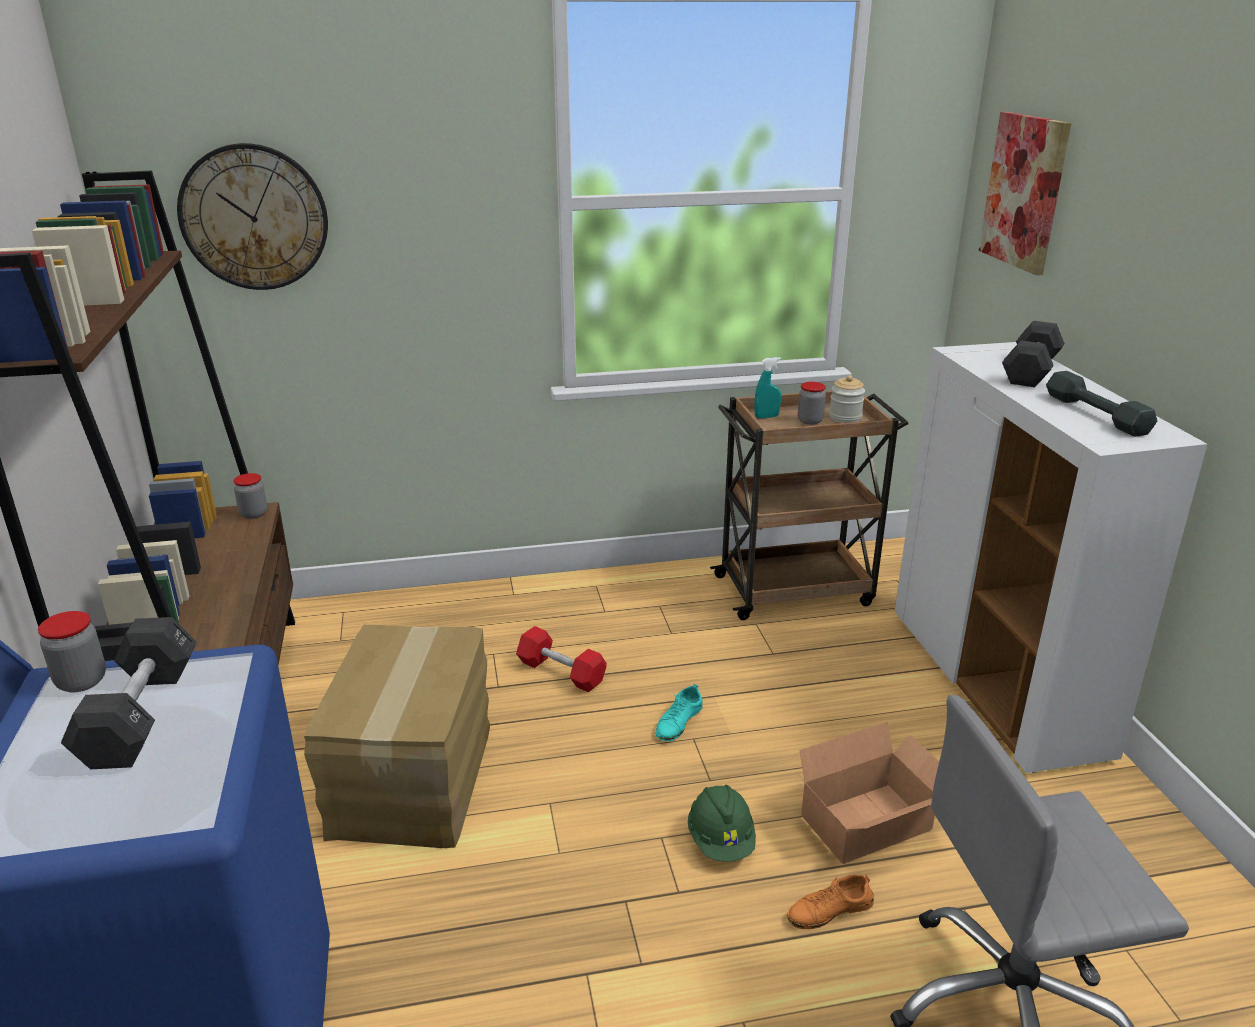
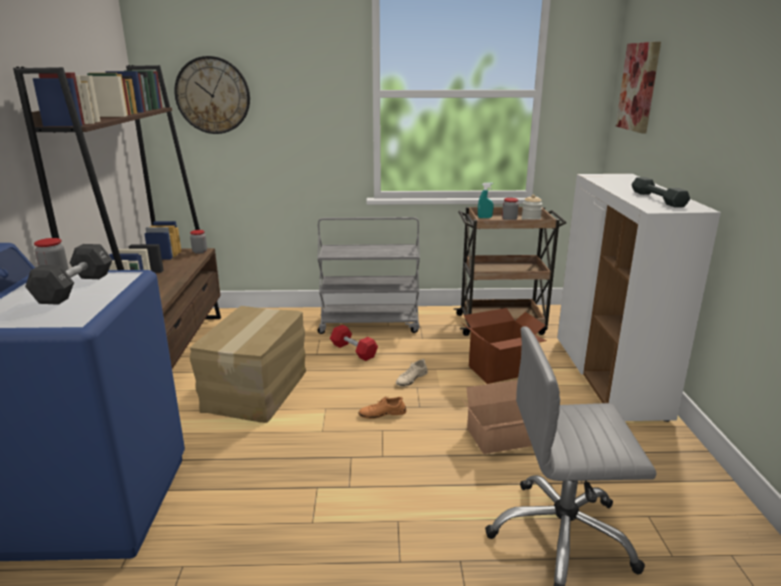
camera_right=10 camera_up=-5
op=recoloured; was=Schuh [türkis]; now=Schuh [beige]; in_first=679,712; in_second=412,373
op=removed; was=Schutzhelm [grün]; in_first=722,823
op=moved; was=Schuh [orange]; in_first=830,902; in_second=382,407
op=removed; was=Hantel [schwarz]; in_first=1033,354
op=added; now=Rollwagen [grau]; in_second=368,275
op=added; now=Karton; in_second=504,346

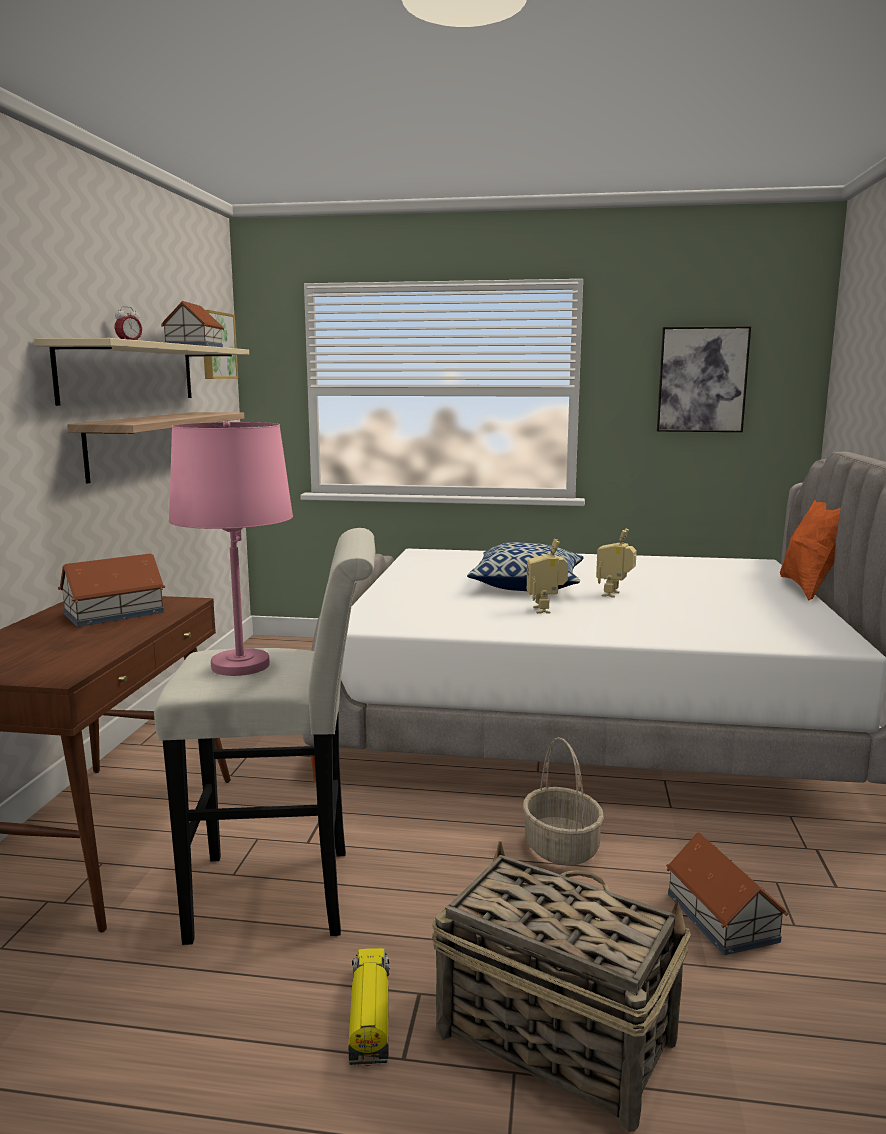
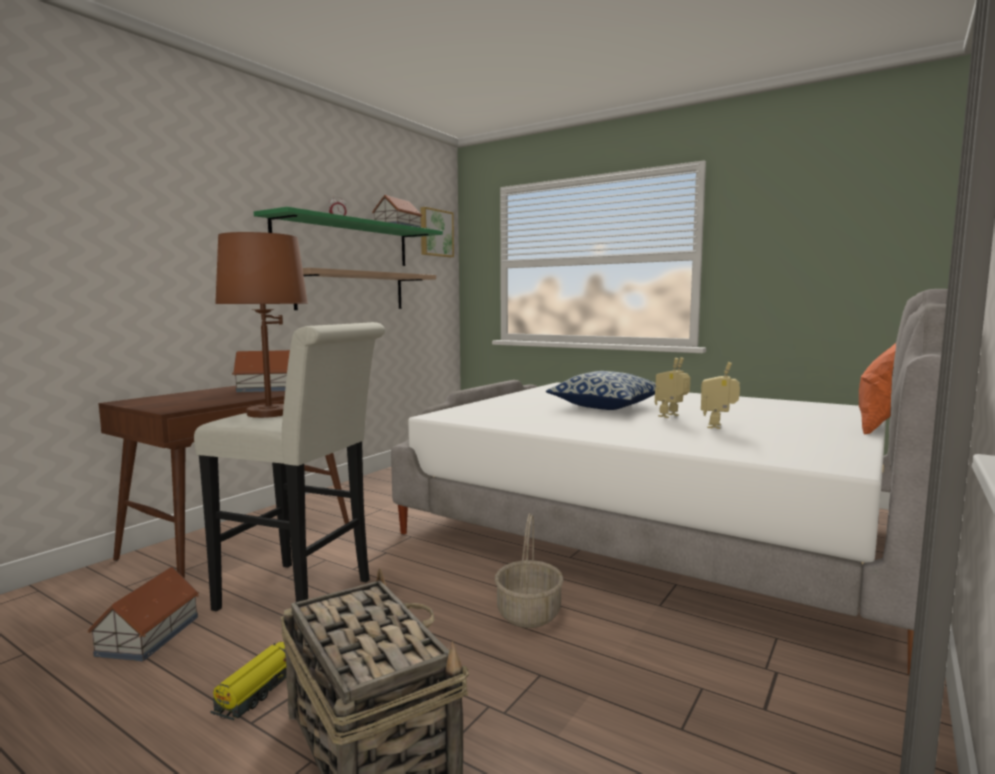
camera_right=25 camera_up=-5
op=recoloured; was=Wandregal [beige]; now=Wandregal [grün]; in_first=141,372; in_second=348,236
op=recoloured; was=Tischlampe [rosa]; now=Tischlampe [braun]; in_first=231,548; in_second=261,325
op=moved; was=Spielzeugroboter; in_first=547,576; in_second=720,395
op=removed; was=Bild; in_first=704,379
op=moved; was=Spielzeughaus; in_first=727,894; in_second=143,614

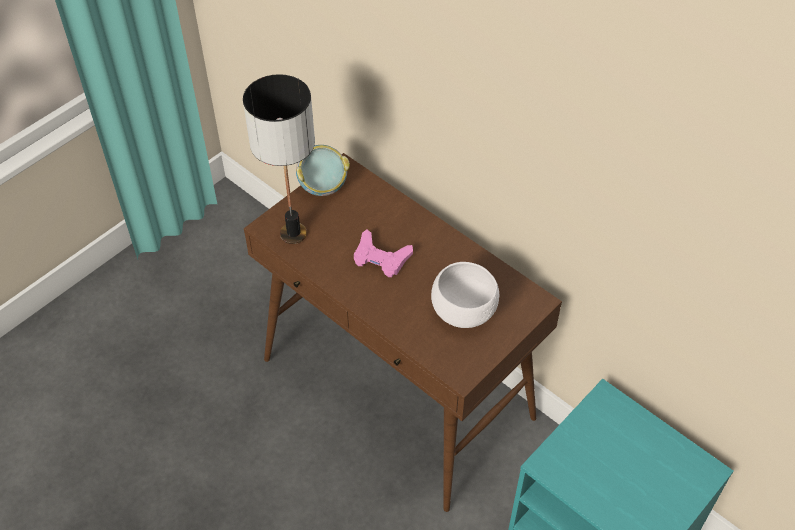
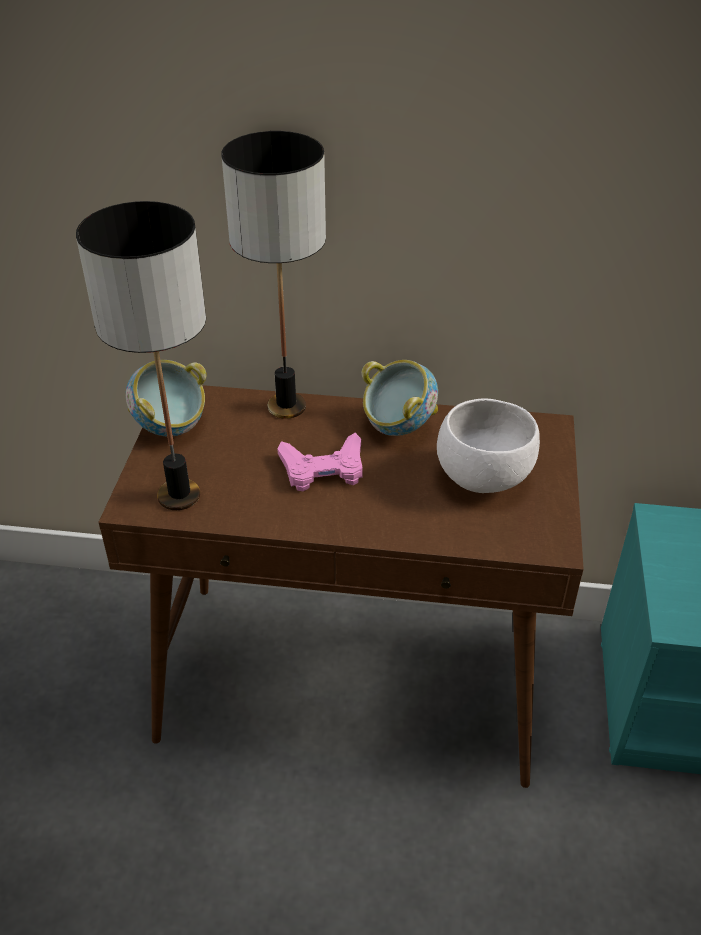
camera_right=-35 camera_up=-10
op=added; now=Tischlampe; in_second=273,275
op=added; now=Schüssel; in_second=399,398

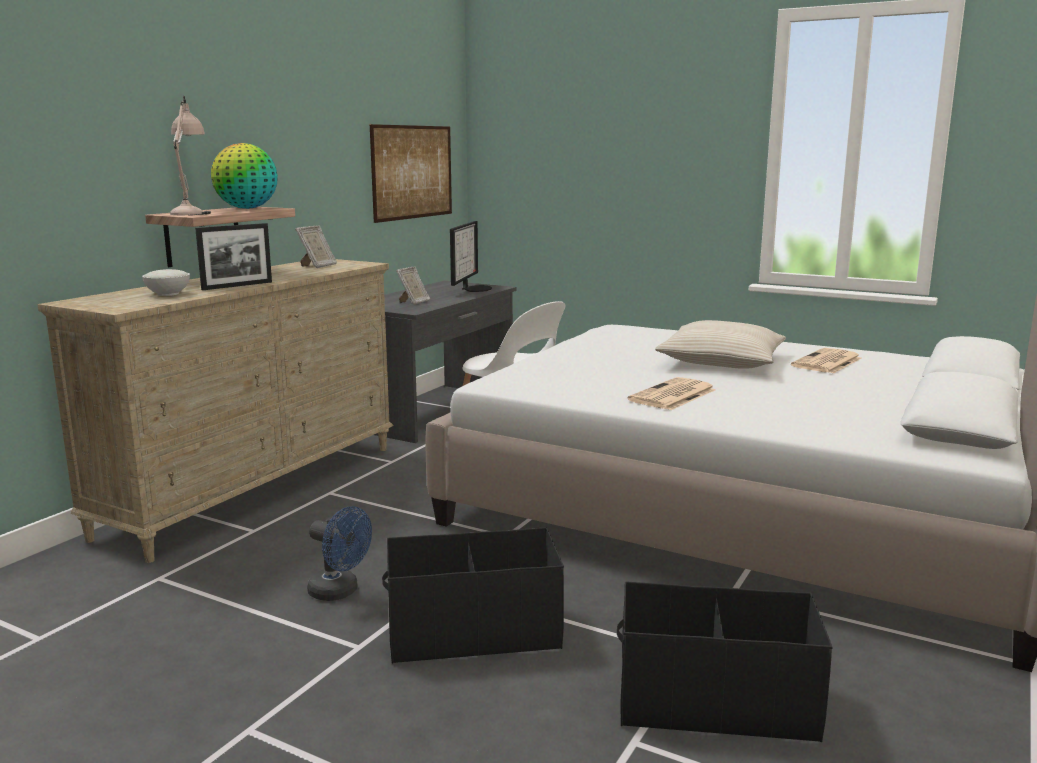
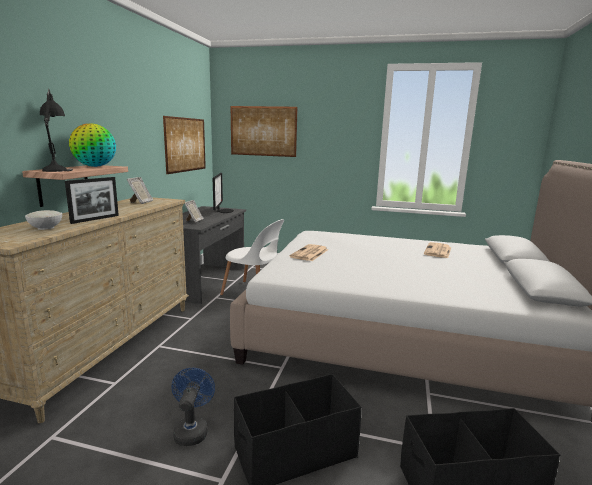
camera_right=-15 camera_up=0
op=recoloured; was=Tischlampe [beige]; now=Tischlampe [schwarz]; in_first=190,155; in_second=56,130
op=turned; was=Ventilator [blau]; in_first=339,553; in_second=193,407; clockwise=-105
op=moved; was=Zeitung; in_first=672,393; in_second=309,252
op=removed; was=Kissen [beige]; in_first=720,344
op=added; now=Bild; in_second=264,131

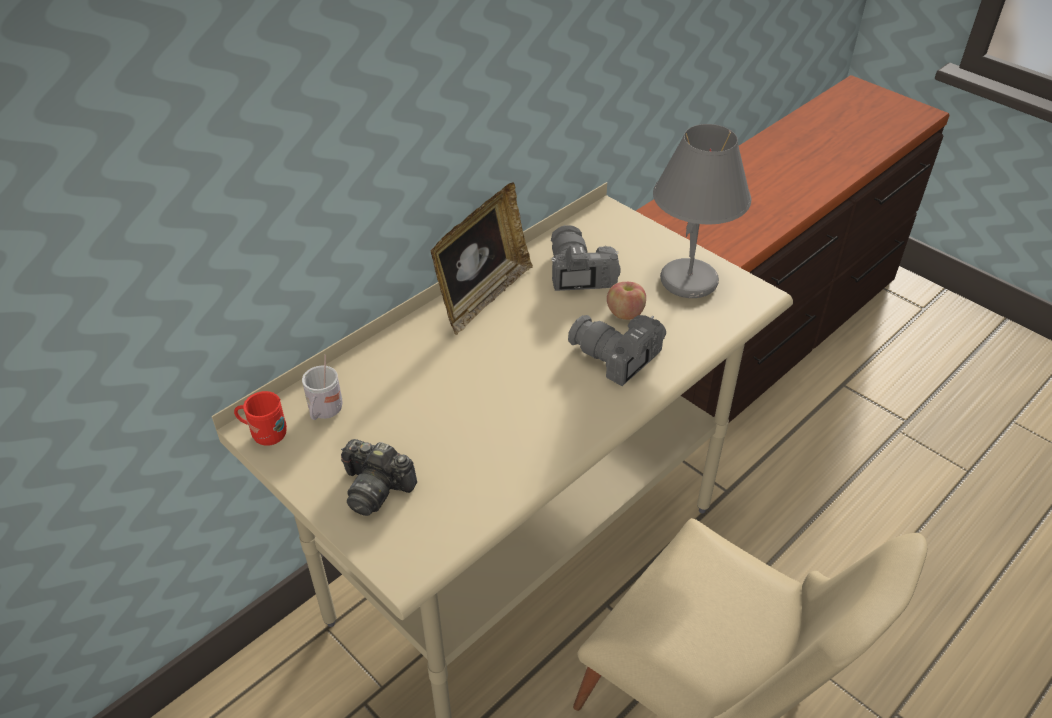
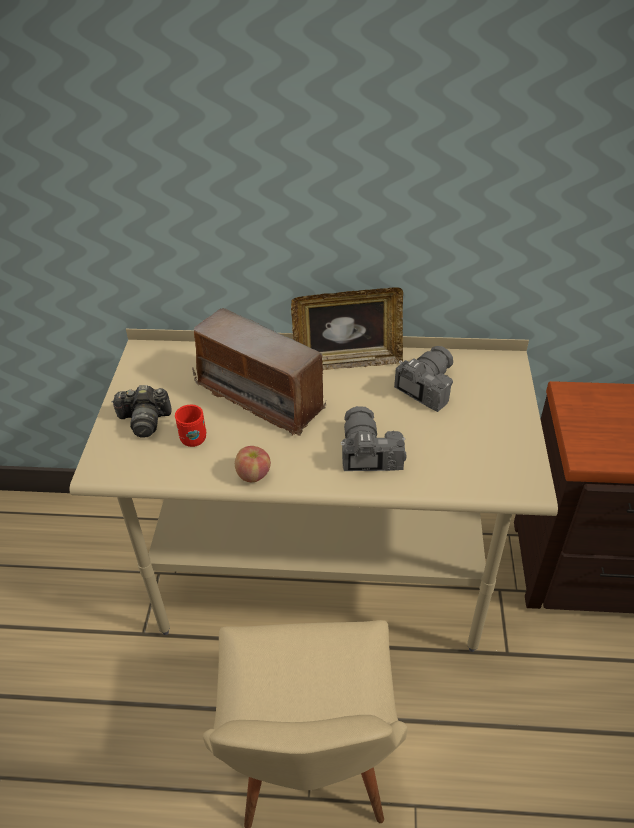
camera_right=50 camera_up=0
op=moved; was=Henkelbecher [rot]; in_first=260,418; in_second=190,426
op=removed; was=Henkelbecher [weiß]; in_first=322,387
op=turned; was=Kamera; in_first=379,477; in_second=142,411; clockwise=-75
op=moved; was=Apfel; in_first=626,301; in_second=253,464
op=removed; was=Tischlampe [grau]; in_first=702,211
op=added; now=Radio; in_second=260,372

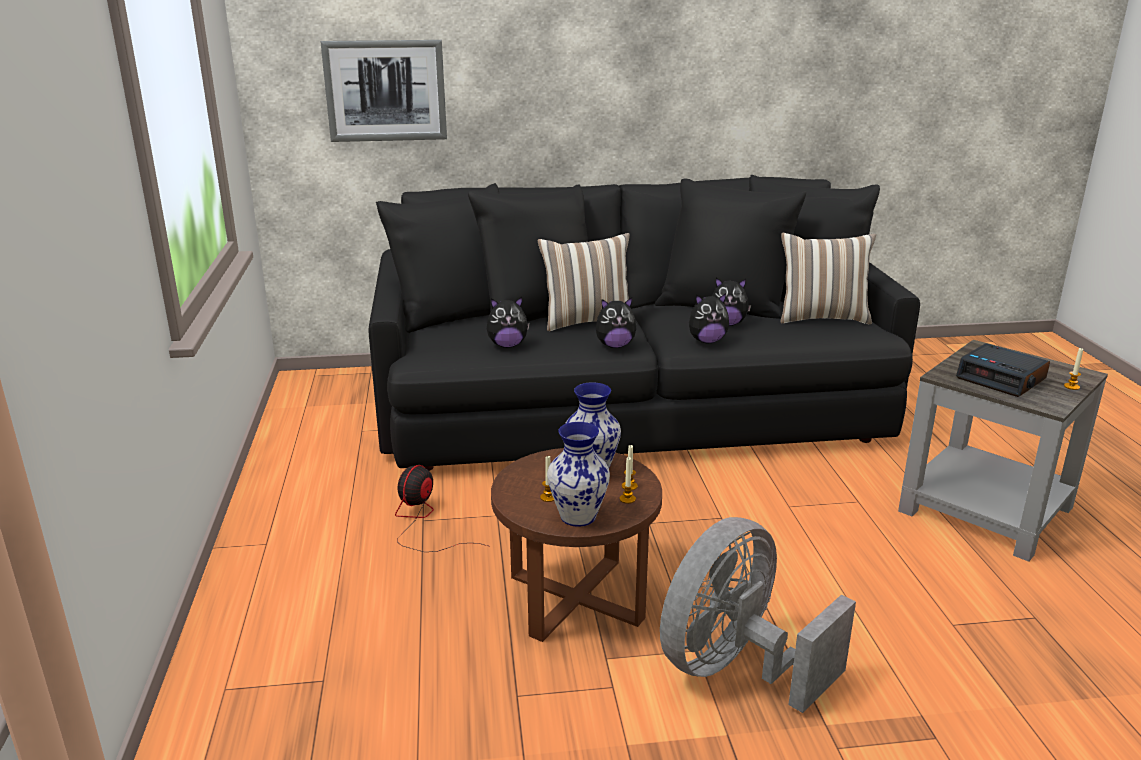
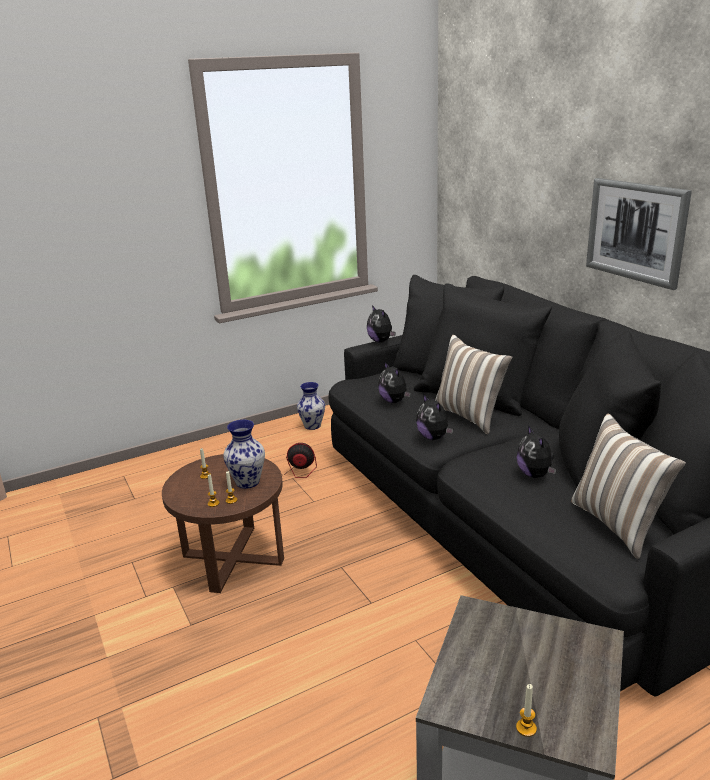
camera_right=70 camera_up=0
op=moved; was=Bild; in_first=383,91; in_second=639,234
op=moved; was=Vase; in_first=578,474; in_second=311,406
op=removed; was=Ventilator [grau]; in_first=758,615
op=moved; was=Plüschtier; in_first=709,318; in_second=381,324
op=removed; was=Wecker; in_first=1003,370

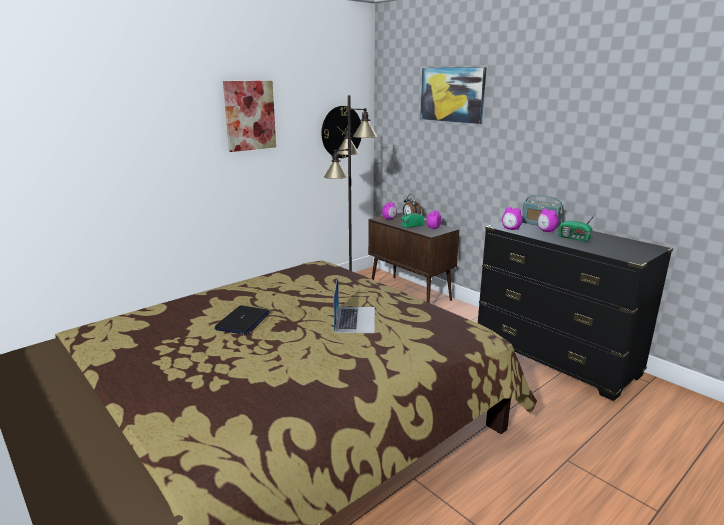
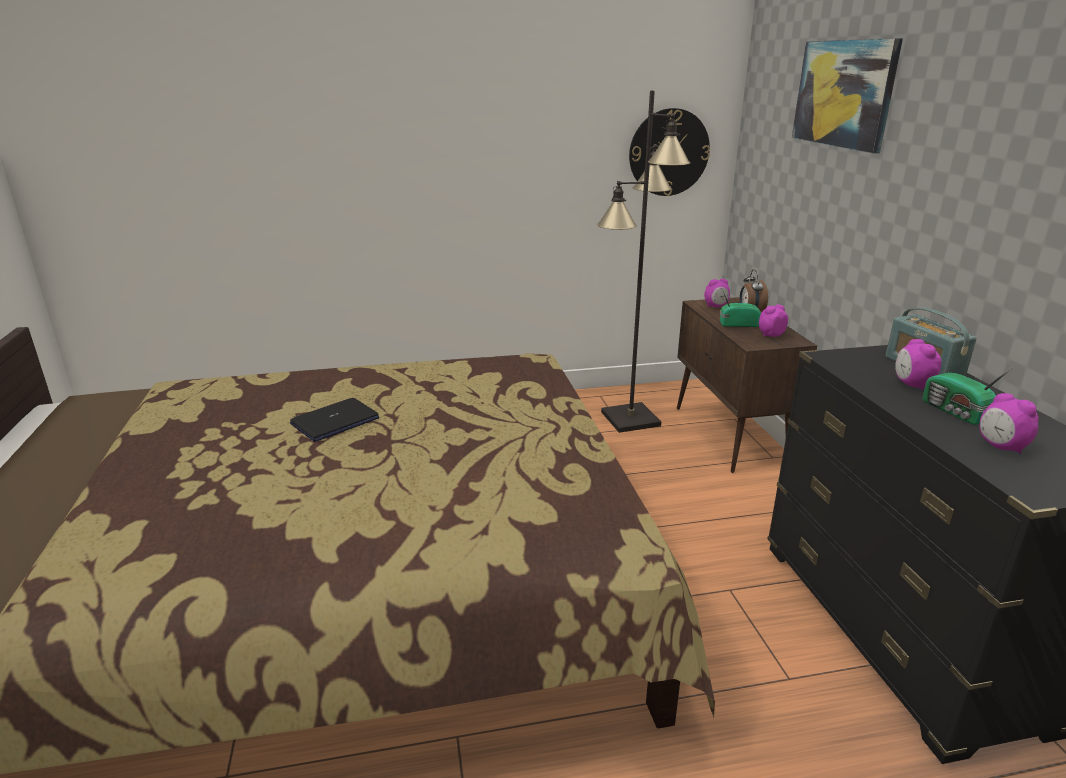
camera_right=30 camera_up=5
op=removed; was=Bild; in_first=249,116
op=removed; was=Laptop; in_first=354,304
op=moved; was=Wecker; in_first=512,218; in_second=1009,423

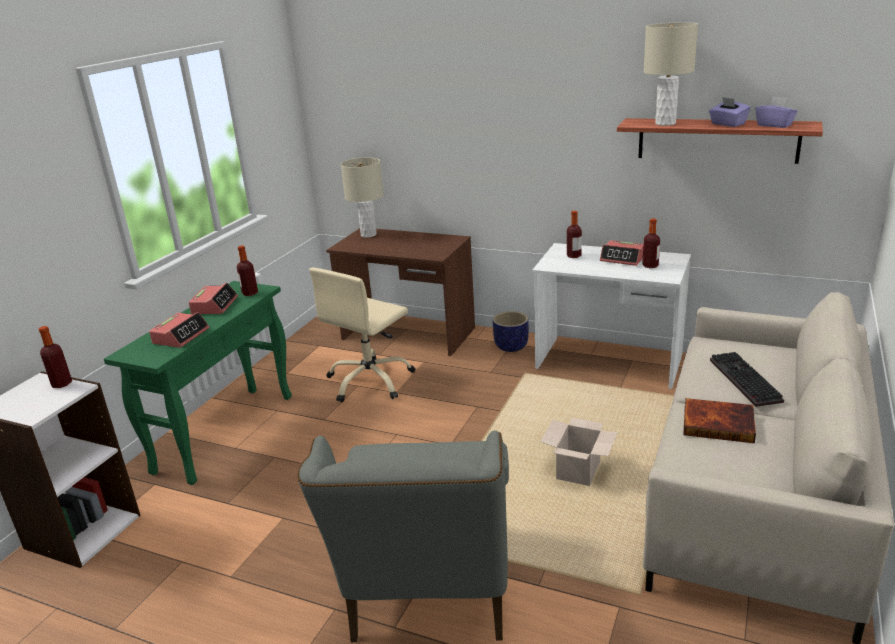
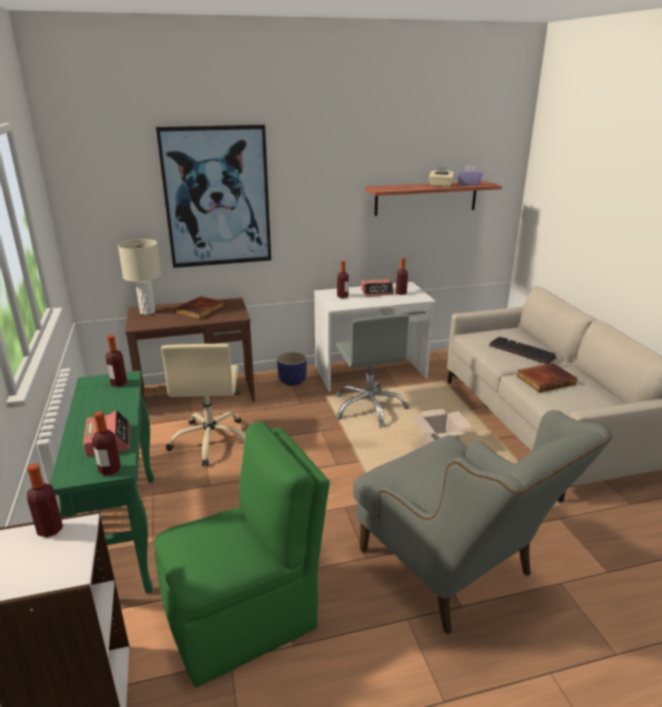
camera_right=-40 camera_up=0
op=removed; was=Wecker; in_first=213,298
op=removed; was=Tischlampe [beige]; in_first=671,74
op=recoloured; was=Taschentuchbox [lila]; now=Taschentuchbox [beige]; in_first=729,112; in_second=442,177
op=added; now=Flasche; in_second=106,443
op=added; now=Stuhl [grün]; in_second=242,554
op=added; now=Bild; in_second=213,196
op=added; now=Buch; in_second=200,308
op=added; now=Bürostuhl [grau]; in_second=372,371

